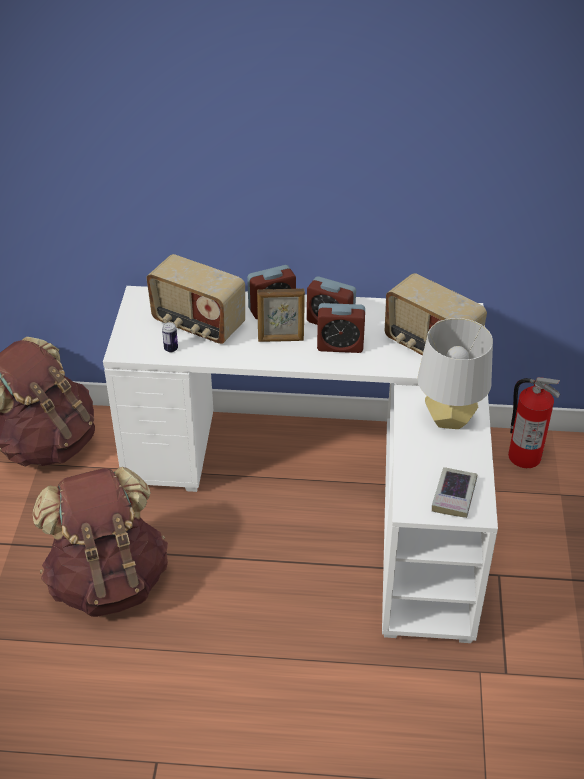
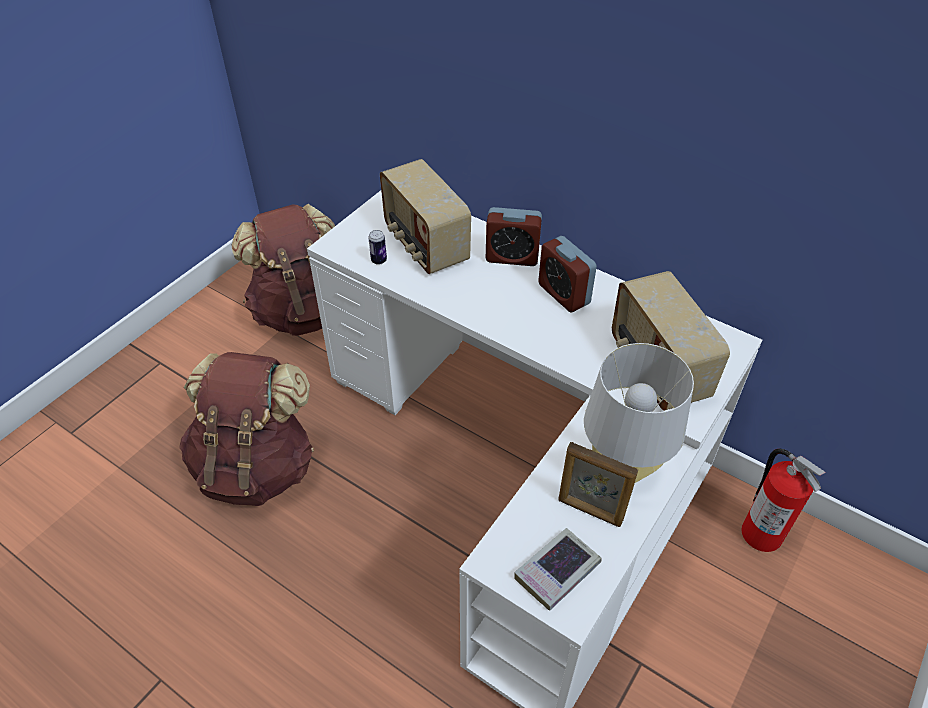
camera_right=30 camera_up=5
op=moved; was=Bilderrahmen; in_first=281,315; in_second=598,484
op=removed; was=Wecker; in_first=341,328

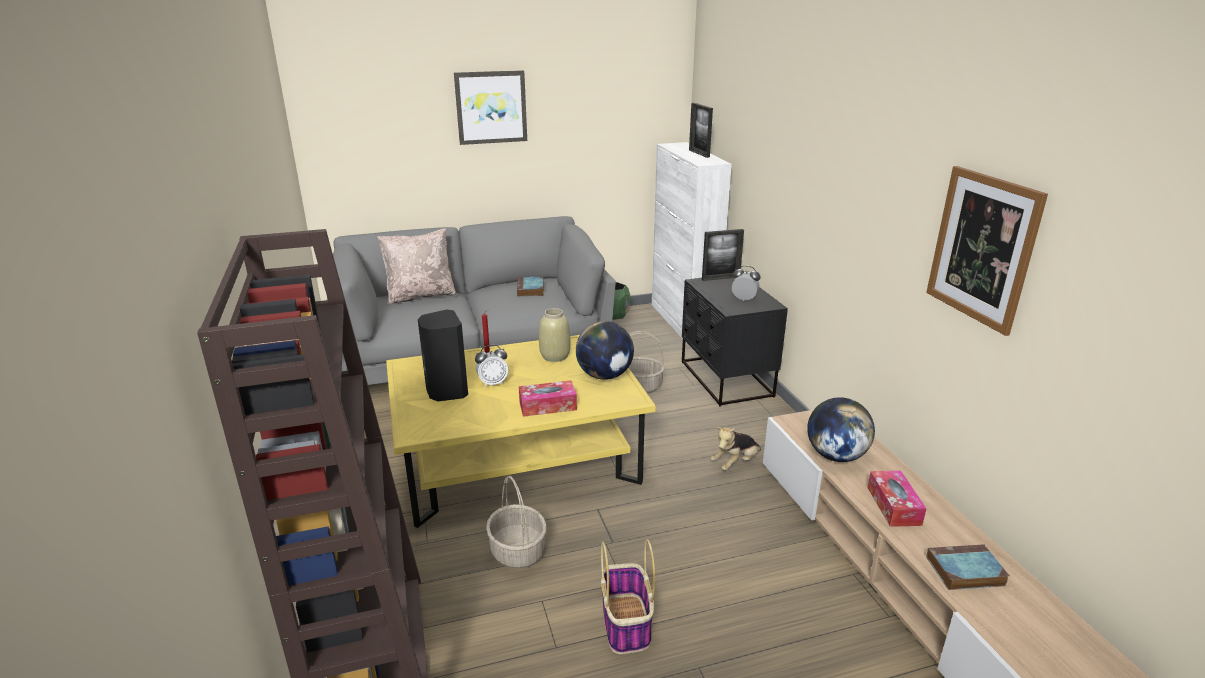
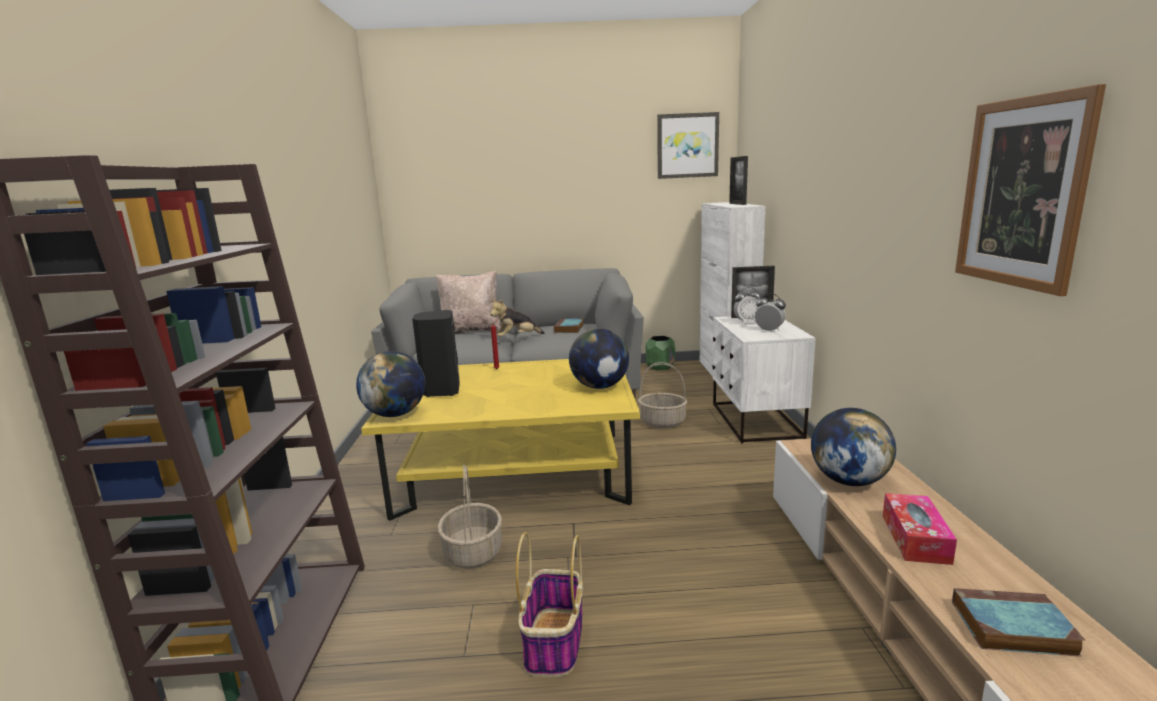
camera_right=15 camera_up=-10
op=moved; was=Bild; in_first=490,107; in_second=688,145
op=moved; was=Wecker; in_first=491,366; in_second=748,305
op=removed; was=Taschentuchbox; in_first=548,398
op=removed; was=Vase [beige]; in_first=554,335
op=recoloured; was=Nachttisch [schwarz]; now=Nachttisch [weiß]; in_first=735,342; in_second=763,379
op=moved; was=Plüschtier; in_first=736,449; in_second=517,318
op=added; now=Globus; in_second=390,384

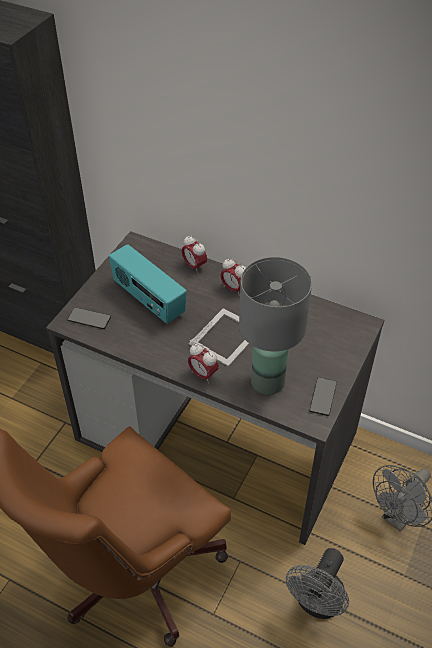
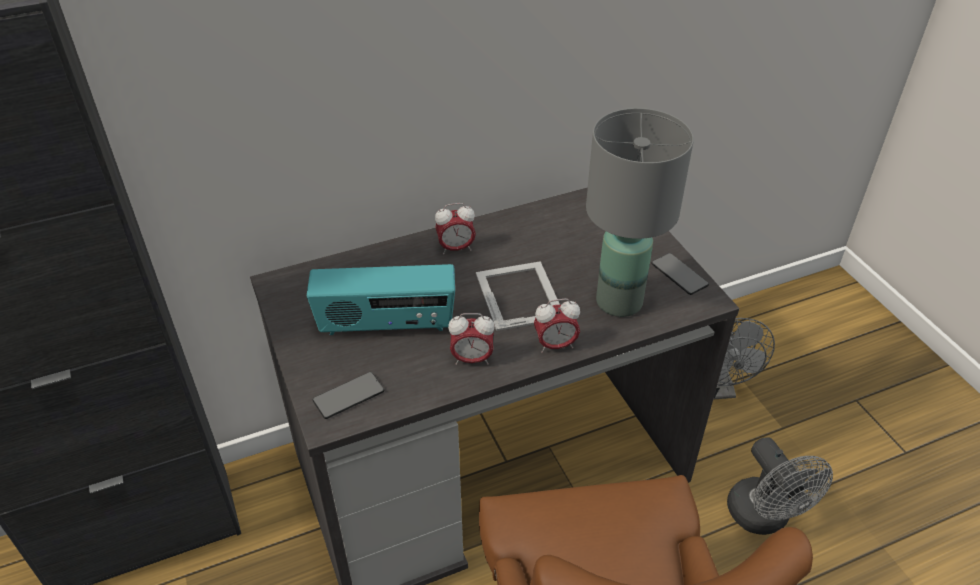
camera_right=-50 camera_up=-5
op=moved; was=Wecker; in_first=194,254; in_second=471,339

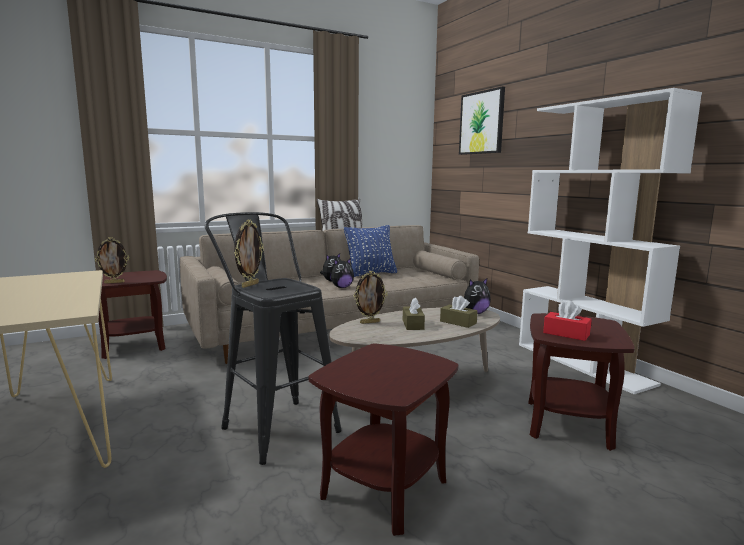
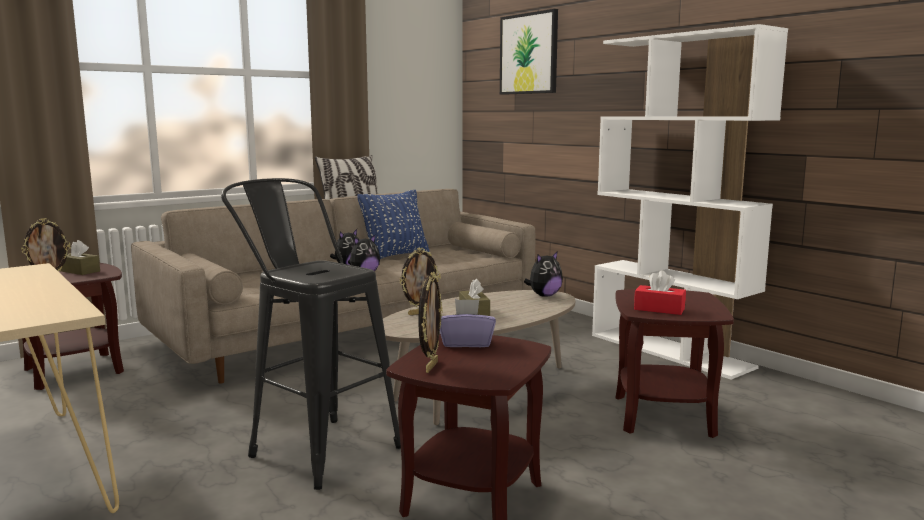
camera_right=-10 camera_up=0
op=moved; was=Bilderrahmen; in_first=249,253; in_second=430,322
op=moved; was=Taschentuchbox [braun]; in_first=458,311; in_second=79,257
op=added; now=Taschentuchbox [lila]; in_second=468,323

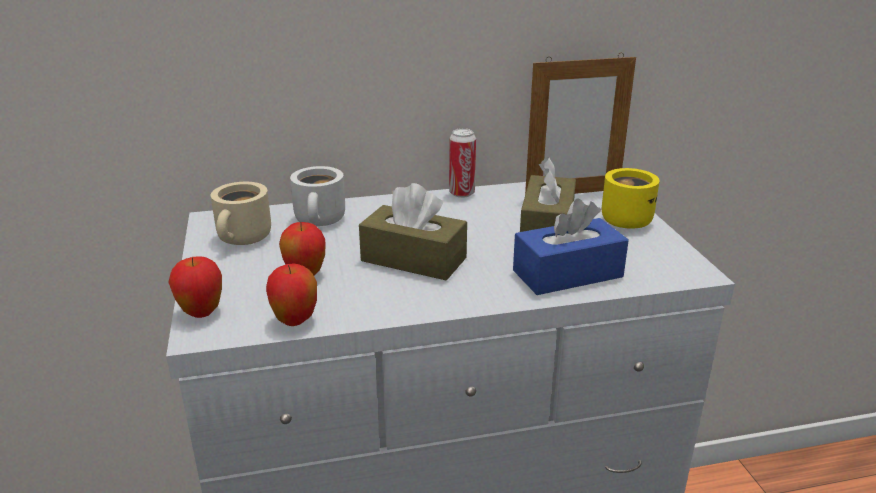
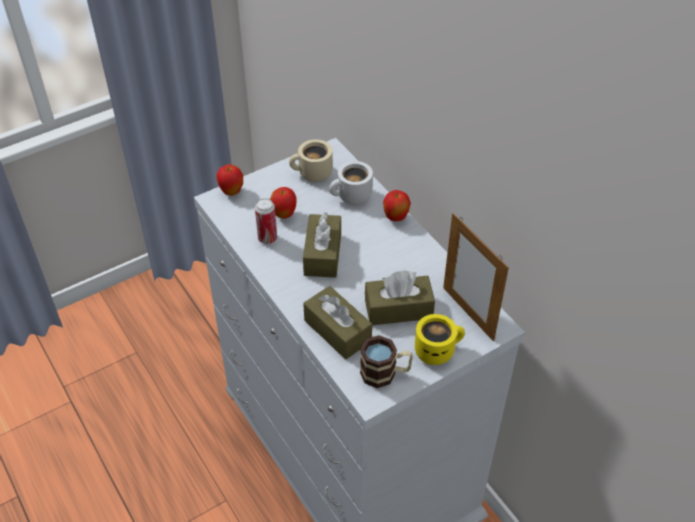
camera_right=70 camera_up=20
op=moved; was=Apfel; in_first=291,294; in_second=397,205
op=moved; was=Dose; in_first=462,163; in_second=266,221
op=recoloured; was=Taschentuchbox [blau]; now=Taschentuchbox [braun]; in_first=571,246; in_second=337,322
op=added; now=Henkelbecher; in_second=386,361

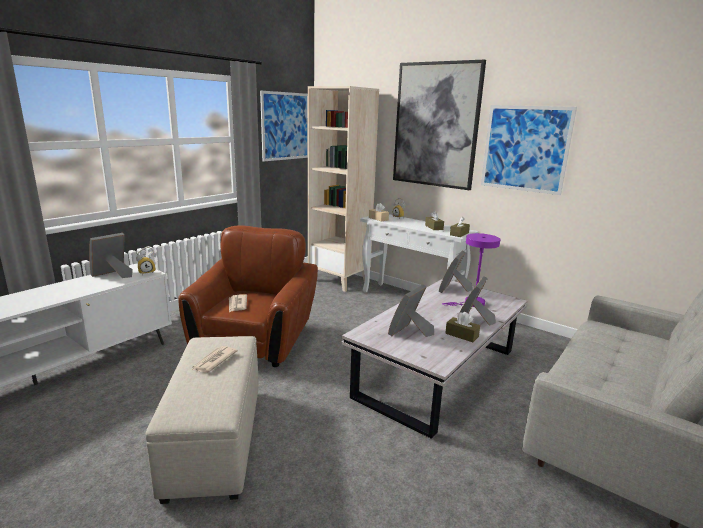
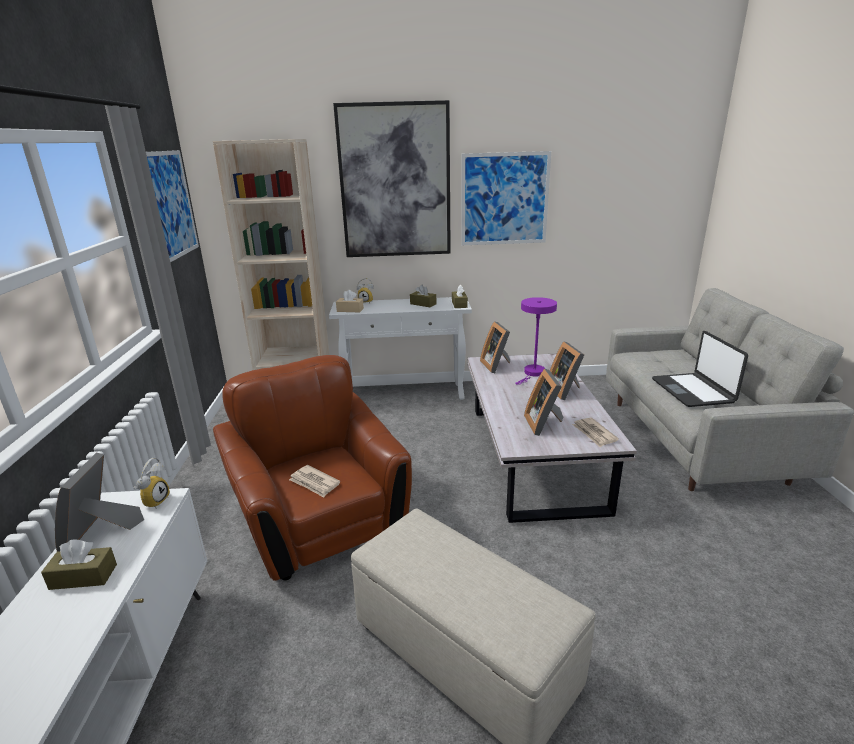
camera_right=-40 camera_up=5
op=moved; was=Zeitung; in_first=214,359; in_second=595,432
op=moved; was=Taschentuchbox [braun]; in_first=462,327; in_second=79,564
op=added; now=Laptop; in_second=700,369

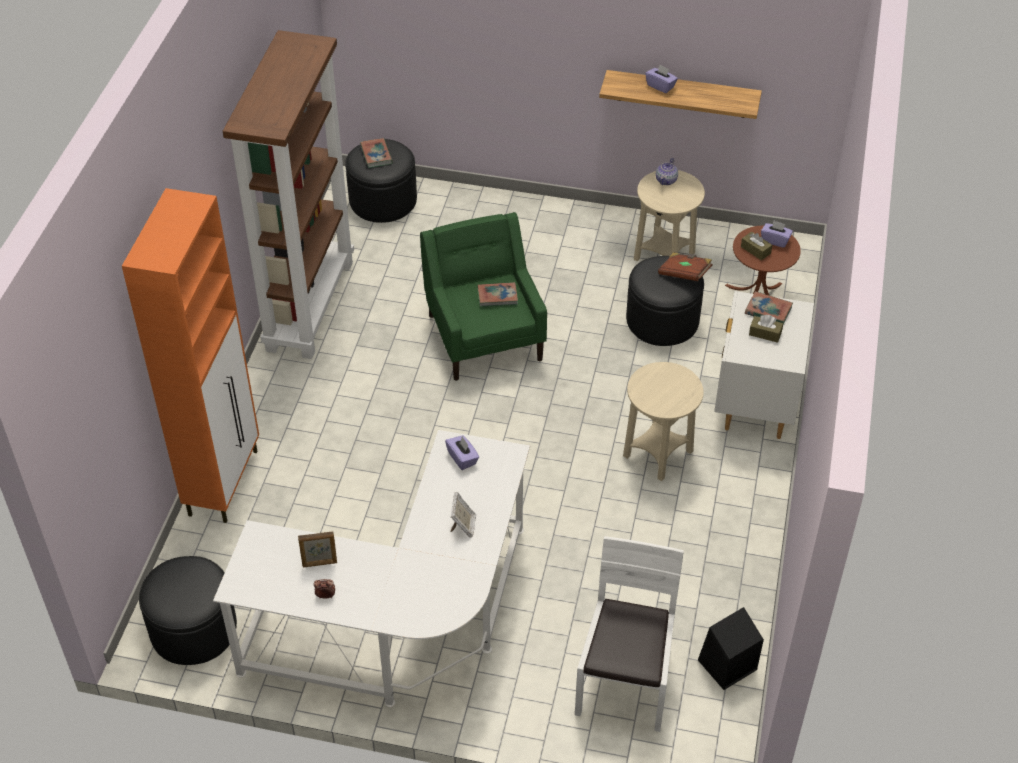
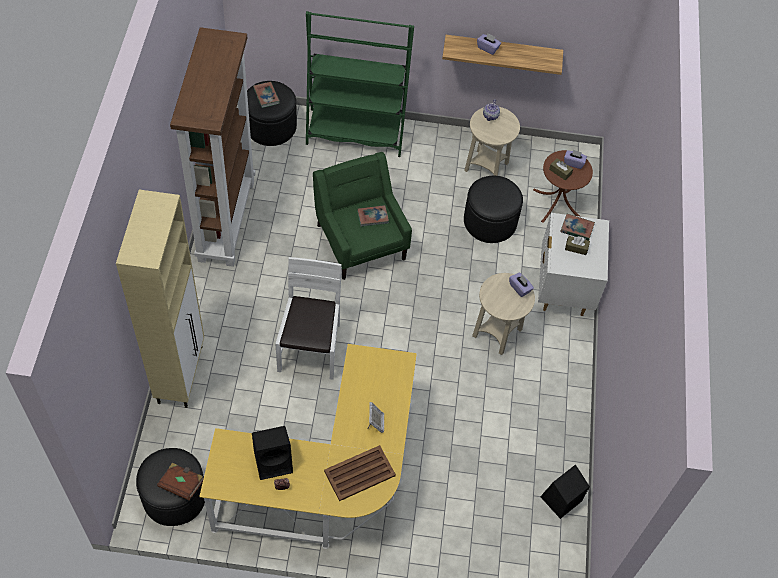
camera_right=-10 camera_up=10
op=recoloured; was=Schrank [orange]; now=Schrank [beige]; in_first=190,355; in_second=160,299
op=recoloured; was=Schreibtisch [weiß]; now=Schreibtisch [gelb]; in_first=371,568; in_second=308,446
op=replaced; was=Bilderrahmen; now=Lautsprecher [schwarz]; in_first=317,549; in_second=272,453
op=moved; was=Taschentuchbox [lila]; in_first=462,452; in_second=521,284
op=moved; was=Stuhl [weiß]; in_first=629,634; in_second=308,318
op=moved; was=Buch [braun]; in_first=685,266; in_second=180,481
op=added; now=Bücherregal [grün]; in_second=360,84
op=added; now=Tablett [braun]; in_second=360,473

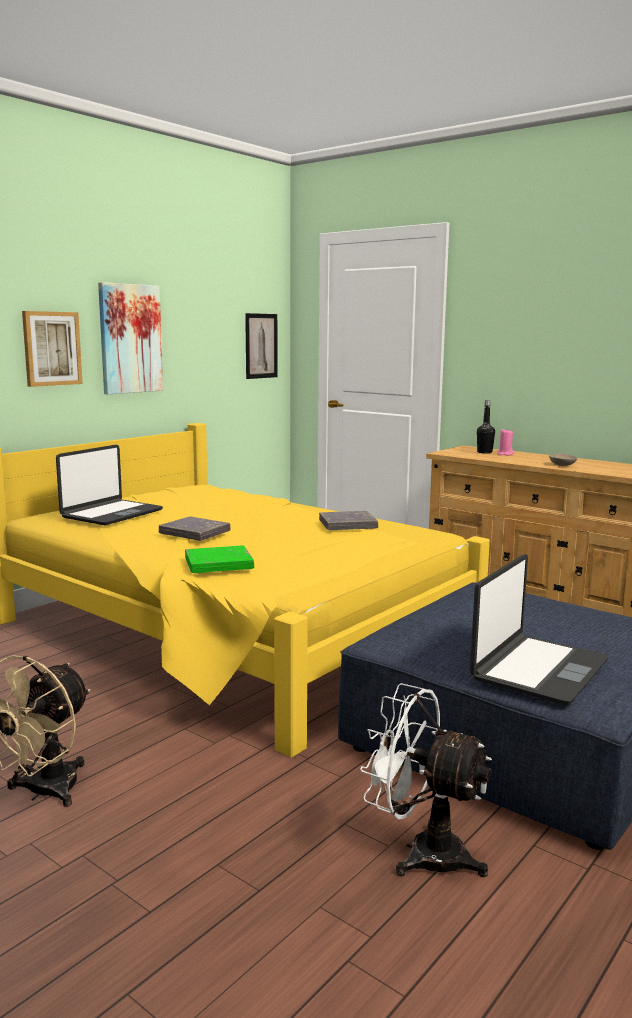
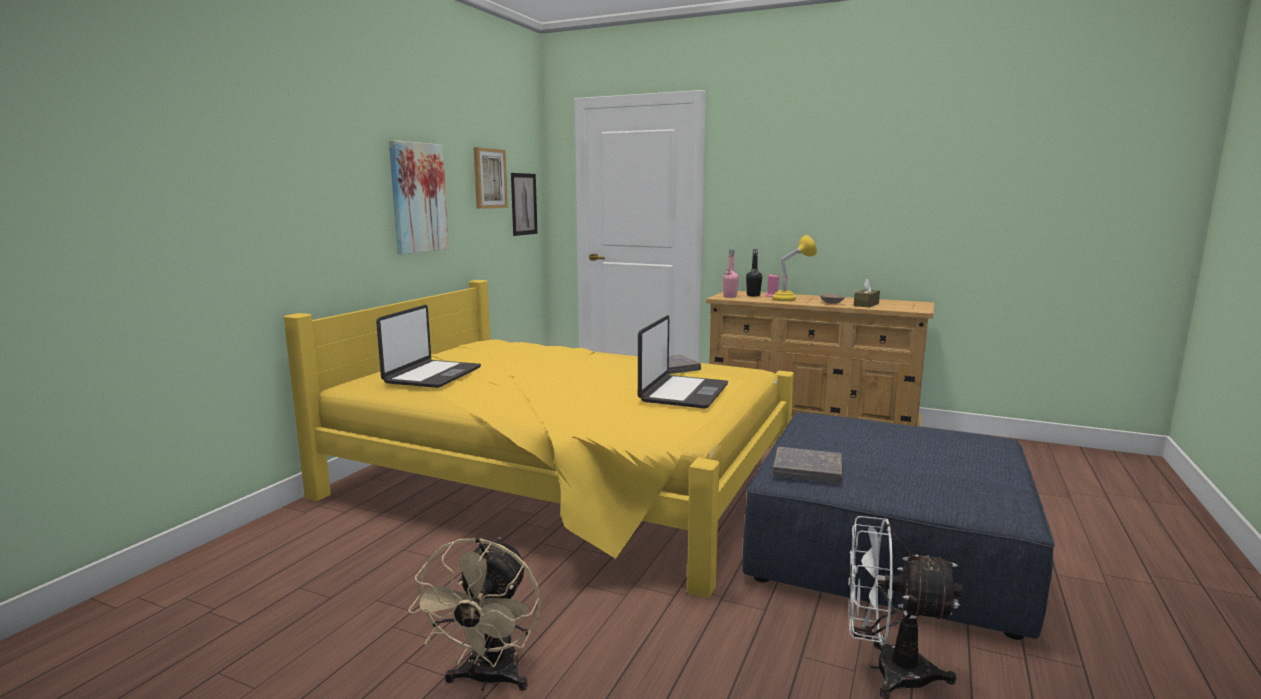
camera_right=-15 camera_up=0
op=moved; was=Bild; in_first=52,349; in_second=490,178
op=moved; was=Buch [grau]; in_first=195,528; in_second=807,465
op=removed; was=Buch [grün]; in_first=219,559
op=moved; was=Laptop; in_first=539,629; in_second=682,362
op=added; now=Flasche [rosa]; in_second=731,274
op=added; now=Tischlampe [gelb]; in_second=794,268
op=added; now=Taschentuchbox [braun]; in_second=867,293

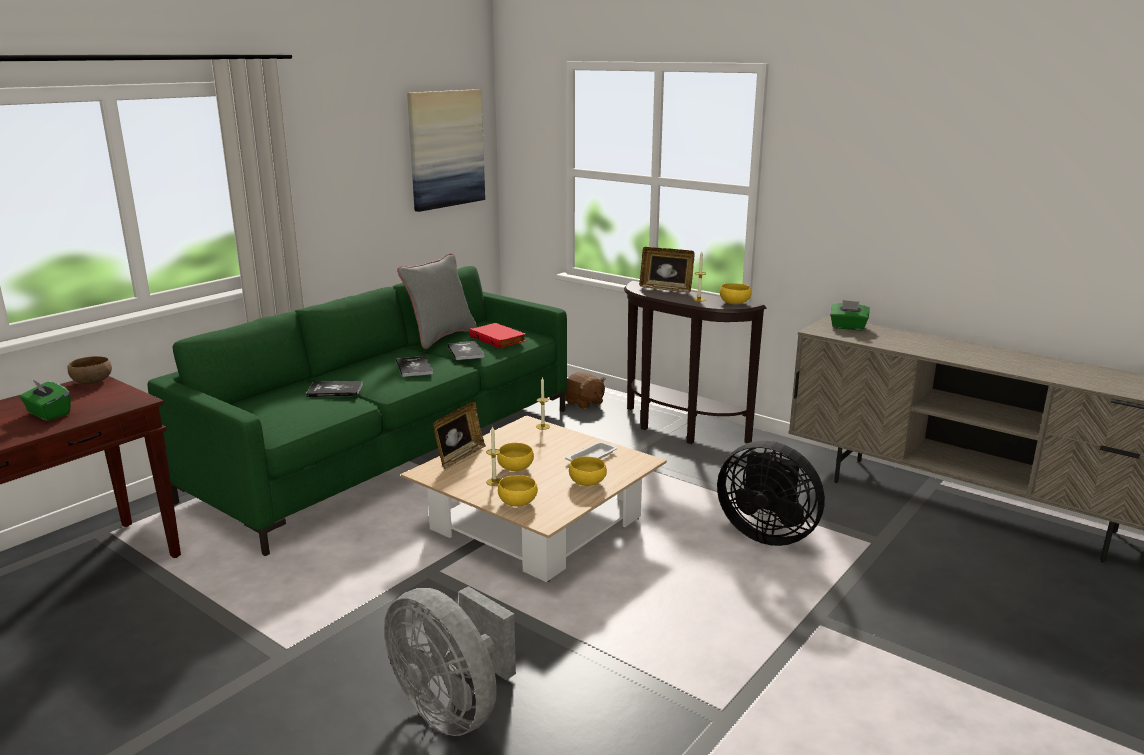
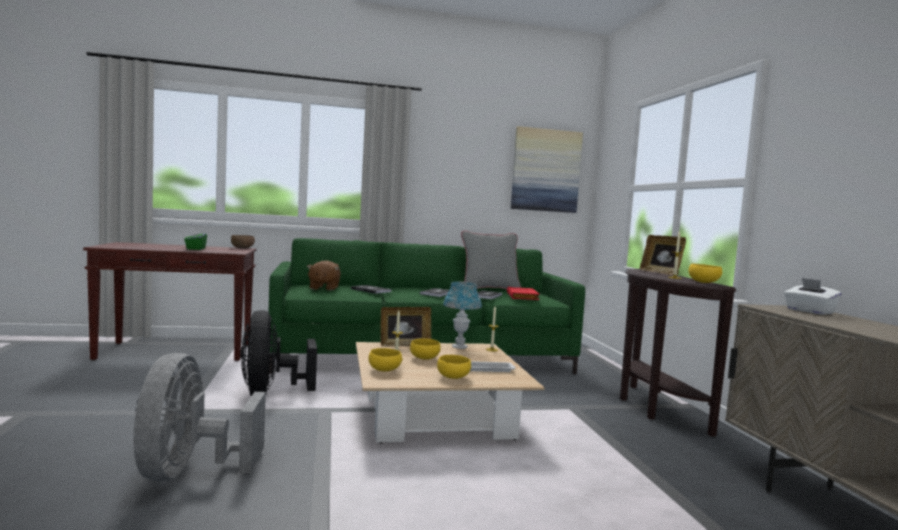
camera_right=40 camera_up=-15
op=moved; was=Plüschtier [braun]; in_first=585,390; in_second=324,275
op=moved; was=Ventilator [schwarz]; in_first=771,493; in_second=278,353
op=recoloured; was=Taschentuchbox [grün]; now=Taschentuchbox [weiß]; in_first=850,315; in_second=812,296
op=added; now=Tischlampe [blau]; in_second=462,315

